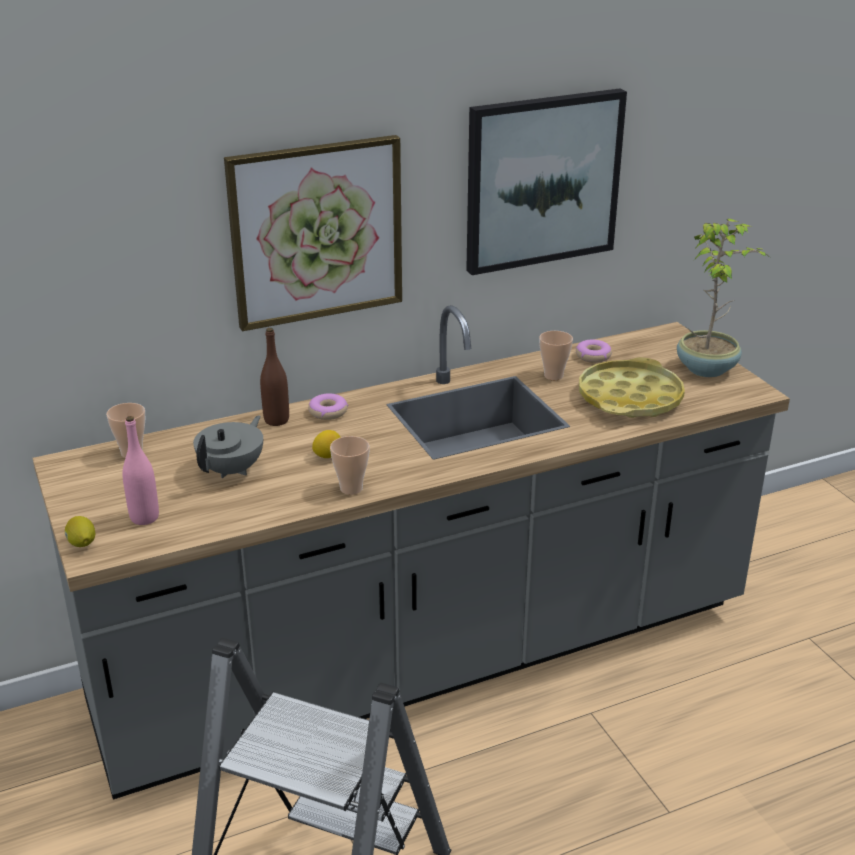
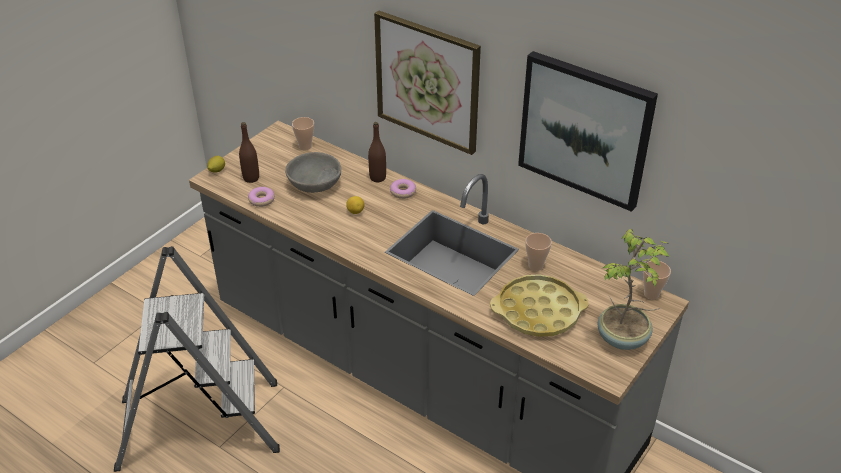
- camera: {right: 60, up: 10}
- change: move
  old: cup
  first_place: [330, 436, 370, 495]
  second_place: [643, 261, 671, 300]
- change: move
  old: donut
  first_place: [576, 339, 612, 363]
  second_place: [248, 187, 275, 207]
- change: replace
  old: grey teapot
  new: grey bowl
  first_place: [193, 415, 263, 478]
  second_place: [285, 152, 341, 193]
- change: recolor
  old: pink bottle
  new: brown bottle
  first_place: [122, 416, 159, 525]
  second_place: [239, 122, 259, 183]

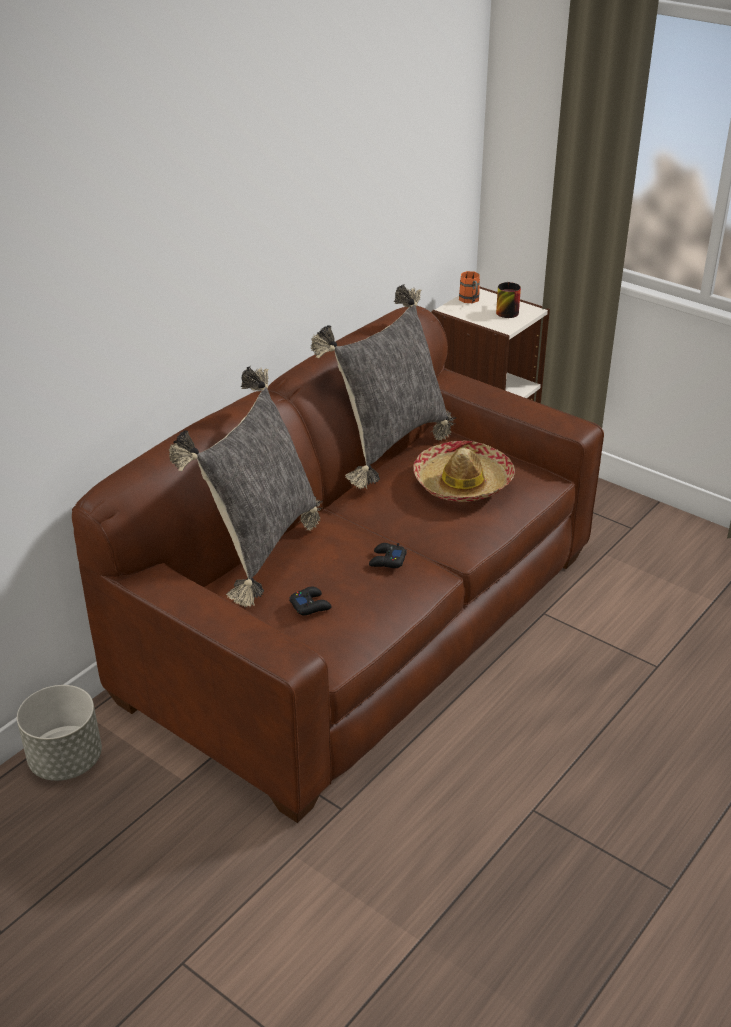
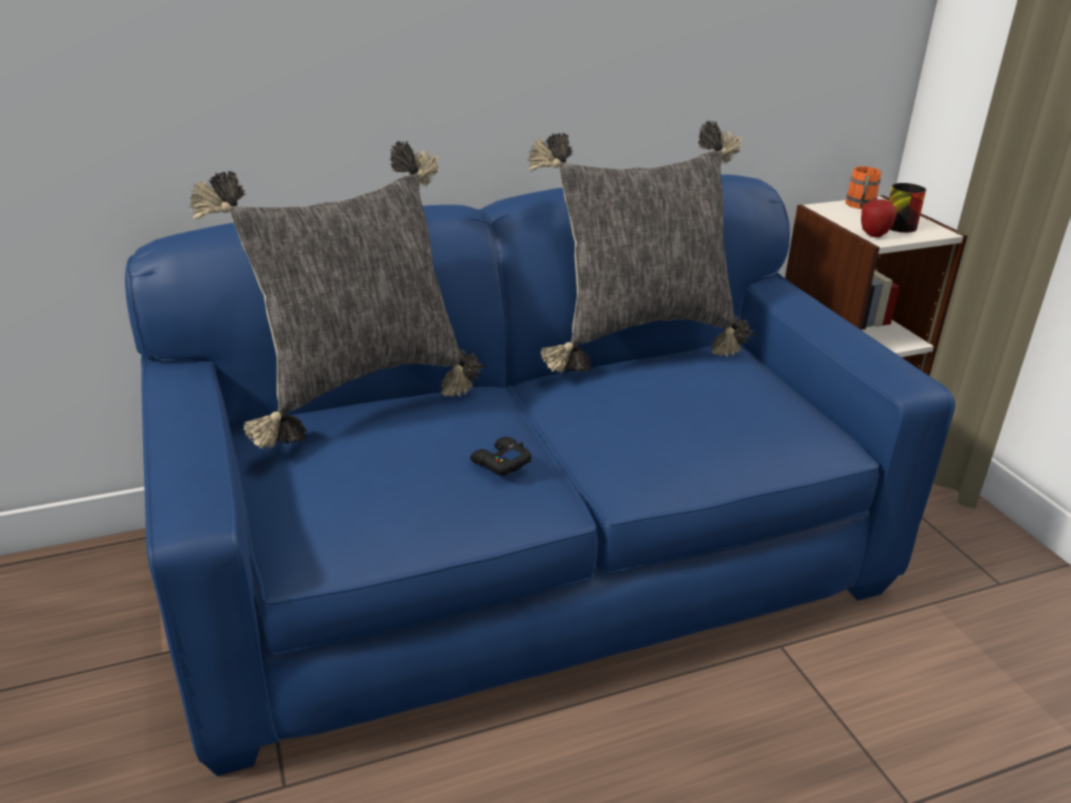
- camera: {right: 30, up: -5}
- change: delete
  old: grey planter
  first_place: [17, 685, 102, 781]
- change: delete
  old: black game controller
  first_place: [289, 587, 332, 616]
- change: delete
  old: hat
  first_place: [413, 440, 515, 502]
- change: insert
  new: apple
  second_place: [861, 199, 896, 237]
- change: recolor
  old: brown sofa
  new: blue sofa
  first_place: [72, 306, 604, 823]
  second_place: [125, 174, 955, 776]

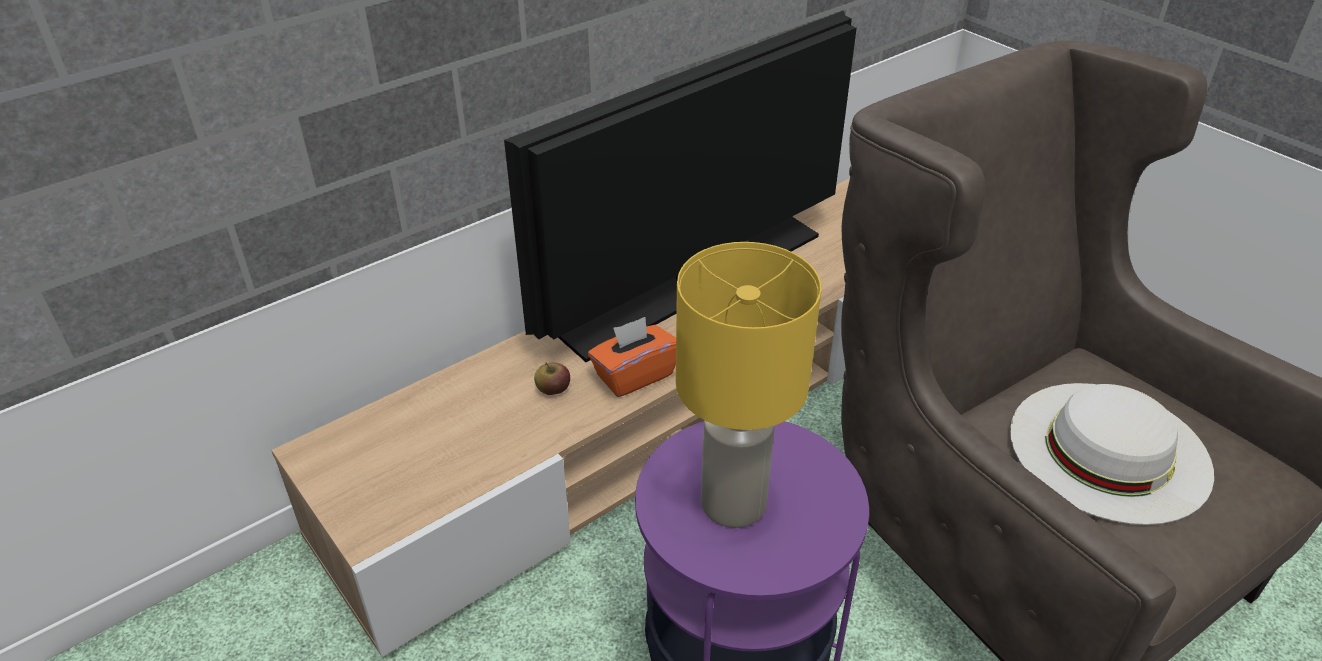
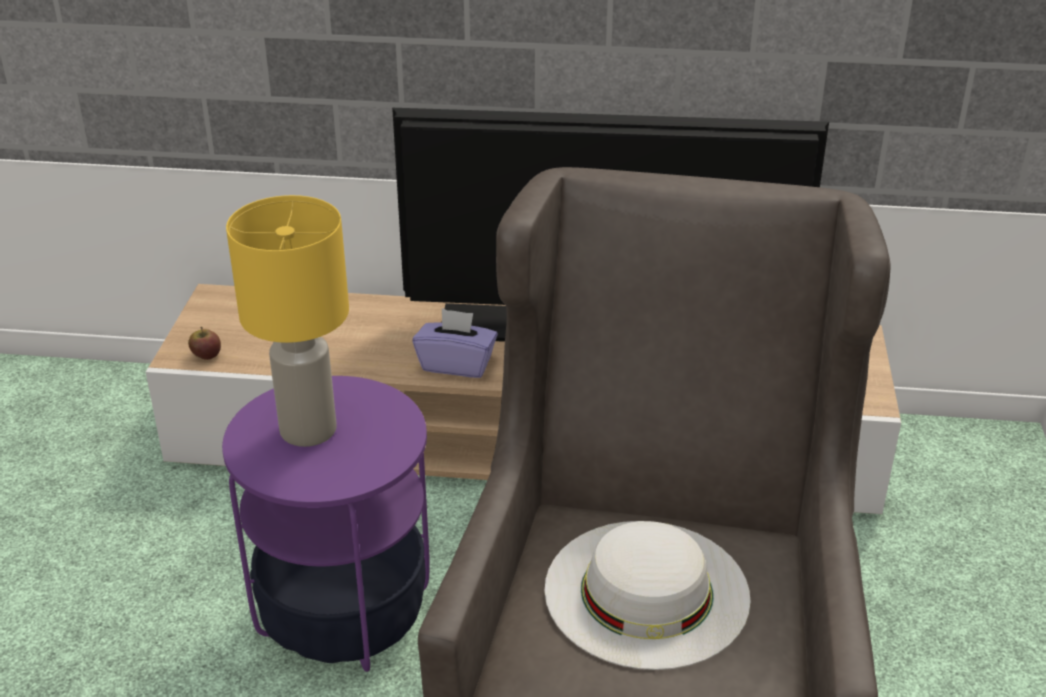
- camera: {right: 45, up: -5}
- change: move
  old: apple
  first_place: [534, 362, 570, 395]
  second_place: [188, 327, 221, 360]
- change: recolor
  old: orange tissue box
  new: purple tissue box
  first_place: [588, 317, 676, 397]
  second_place: [412, 308, 498, 378]

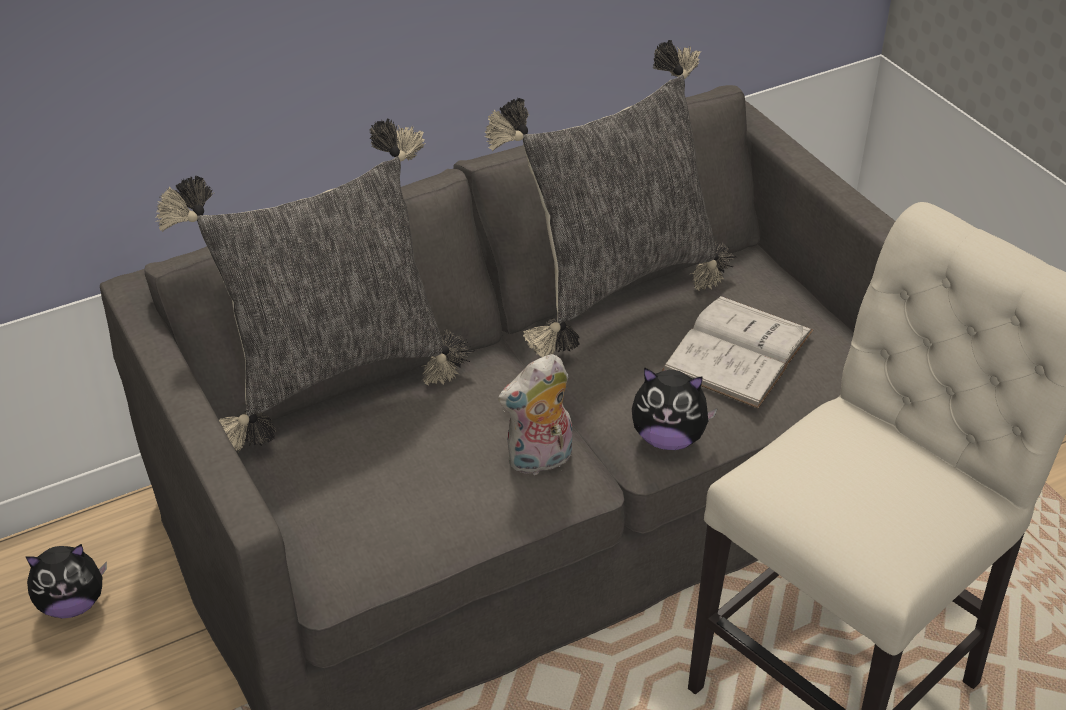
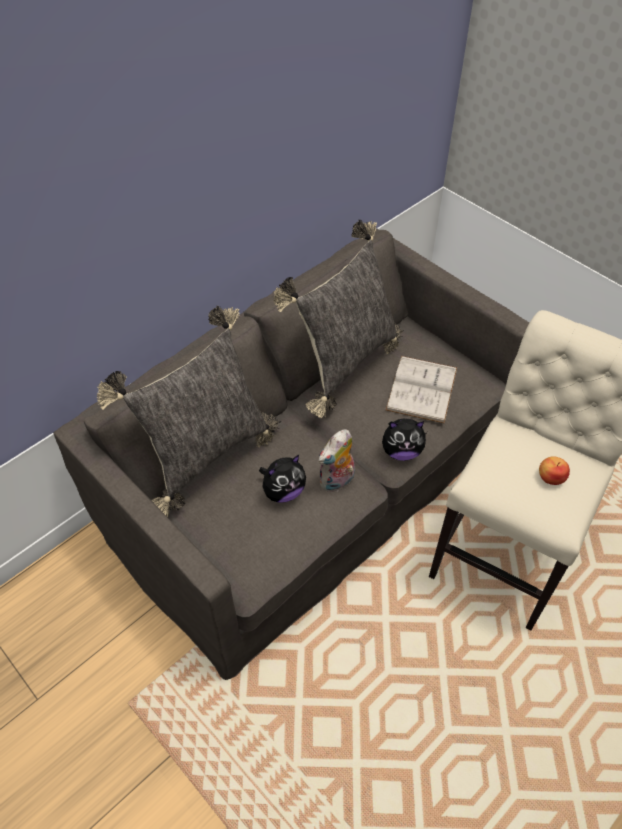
- camera: {right: -15, up: 10}
- change: insert
  new: apple
  second_place: [539, 456, 570, 485]
- change: move
  old: plush toy
  first_place: [25, 544, 107, 618]
  second_place: [259, 455, 306, 503]

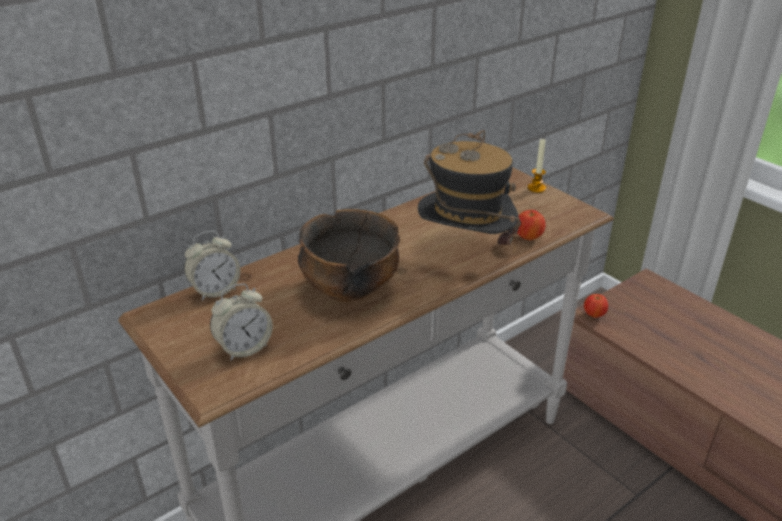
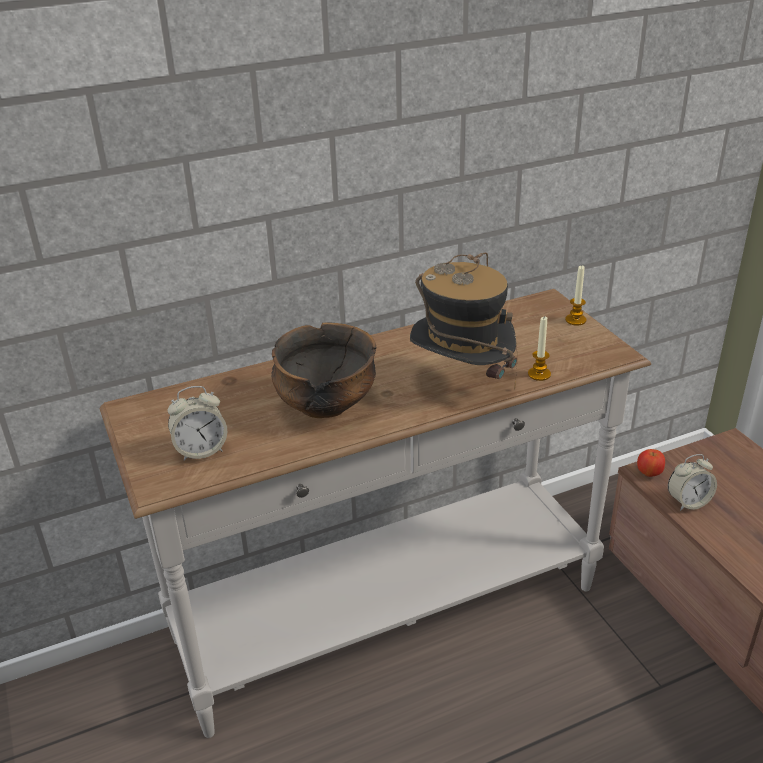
- camera: {right: 15, up: 0}
- change: move
  old: alarm clock
  first_place: [184, 231, 240, 301]
  second_place: [668, 454, 717, 511]
- change: replace
  old: apple
  new: candle
  first_place: [517, 210, 545, 240]
  second_place: [528, 317, 551, 381]

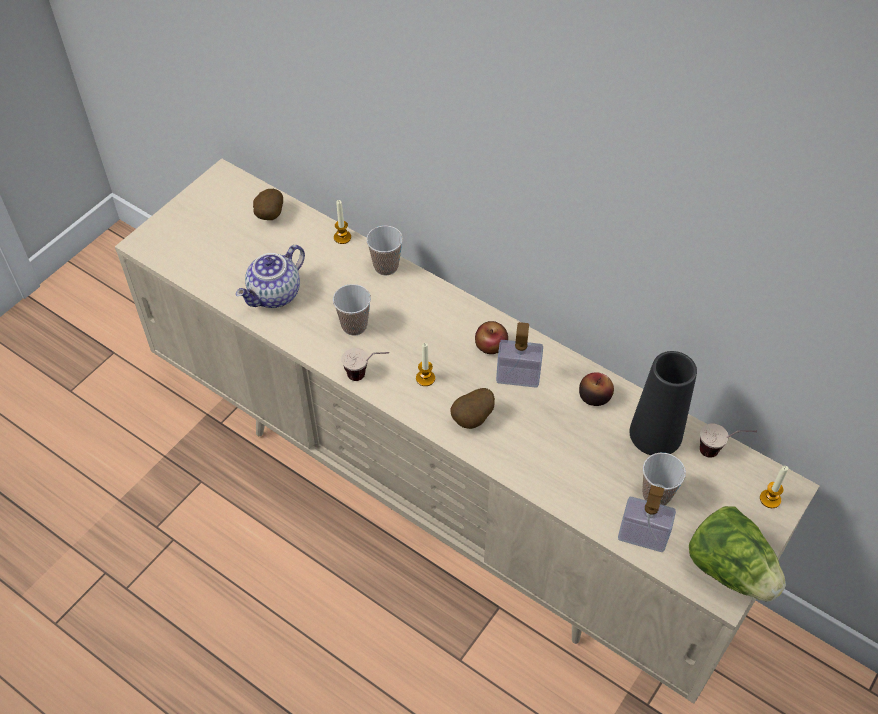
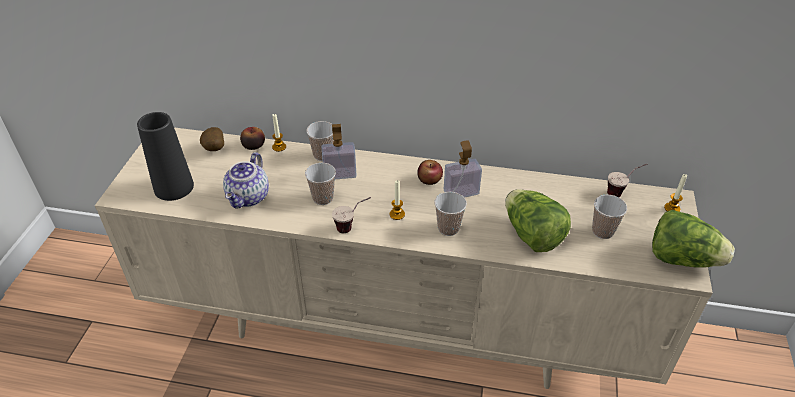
- camera: {right: -25, up: -10}
- change: insert
  new: lettuce
  second_place: [505, 189, 571, 252]
- change: move
  old: apple
  first_place: [579, 372, 614, 406]
  second_place: [240, 127, 265, 150]
- change: move
  old: soap dispenser
  first_place: [618, 485, 676, 552]
  second_place: [322, 124, 356, 179]
- change: move
  old: black vase
  first_place: [629, 351, 697, 455]
  second_place: [137, 112, 194, 201]
- change: replace
  old: potato
  new: cup
  first_place: [450, 388, 495, 429]
  second_place: [434, 192, 467, 236]

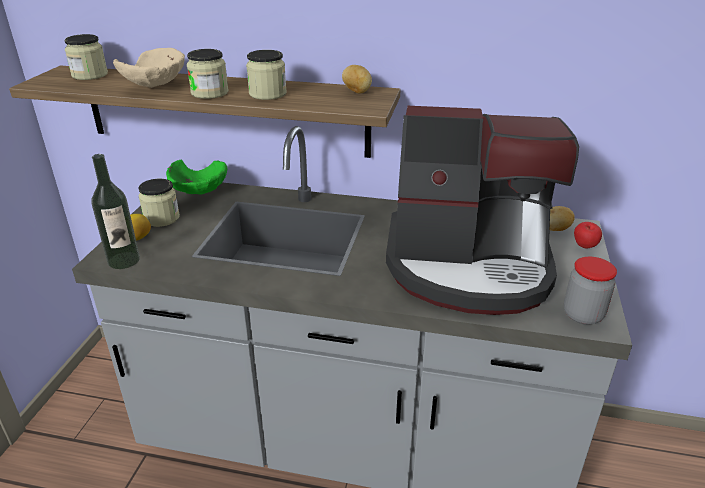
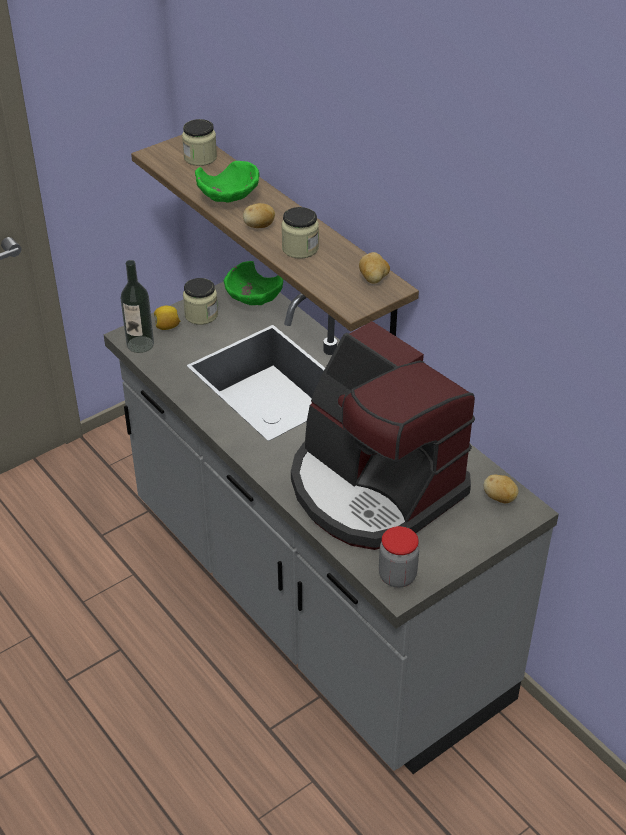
- camera: {right: 40, up: 10}
- change: delete
  old: apple
  first_place: [574, 222, 602, 249]
- change: replace
  old: jar
  new: potato
  first_place: [186, 49, 229, 99]
  second_place: [243, 203, 275, 228]
- change: recolor
  old: beige bowl
  new: green bowl
  first_place: [113, 48, 185, 88]
  second_place: [195, 161, 259, 203]

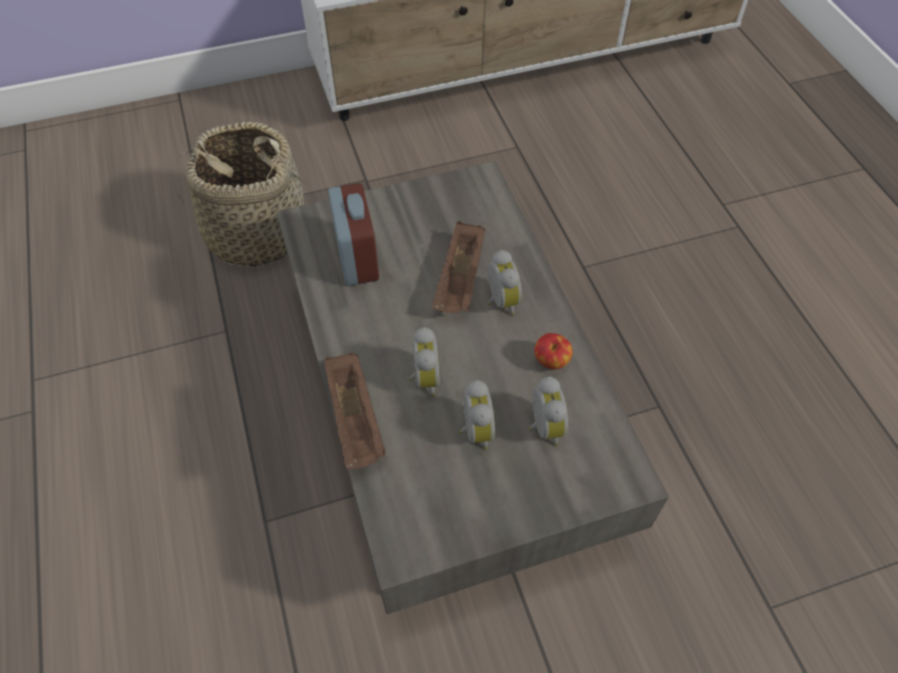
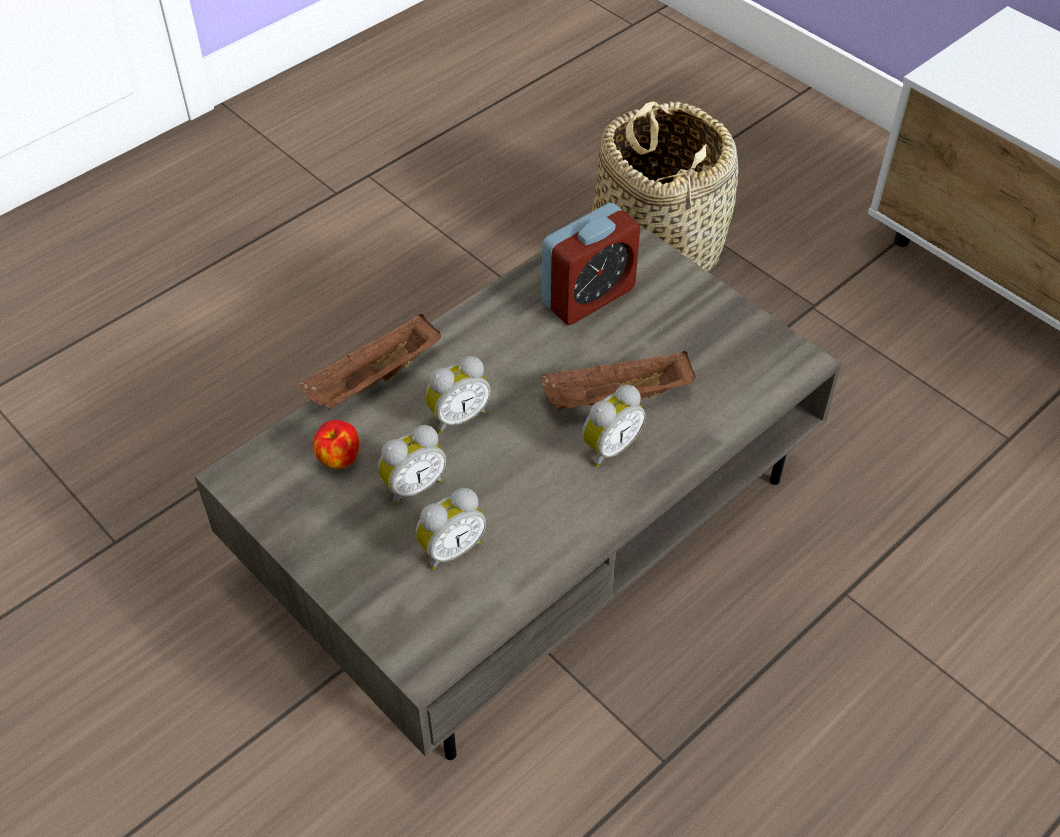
- camera: {right: 65, up: -5}
- change: move
  old: apple
  first_place: [534, 333, 573, 369]
  second_place: [313, 420, 359, 469]

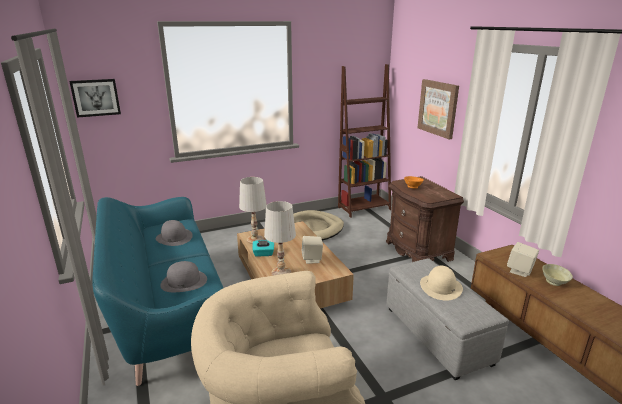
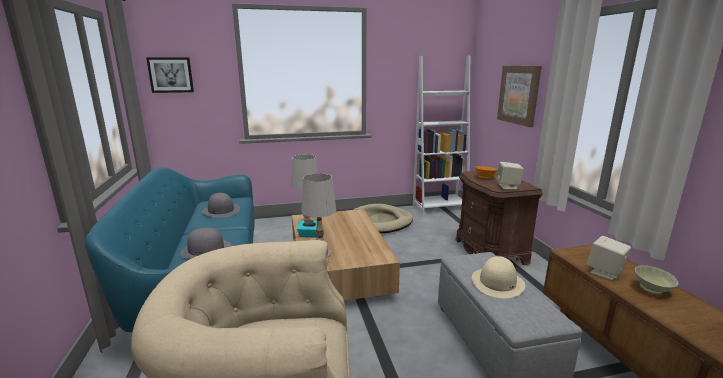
- camera: {right: 10, up: -5}
- change: move
  old: beige speaker
  first_place: [302, 236, 323, 264]
  second_place: [496, 162, 524, 189]
- change: recolor
  old: brown bookcase
  new: white bookcase
  first_place: [338, 64, 391, 218]
  second_place: [413, 56, 470, 215]

